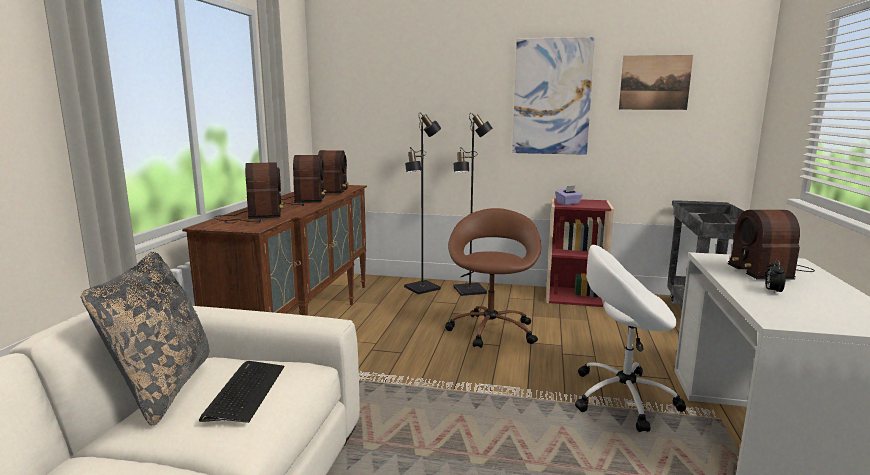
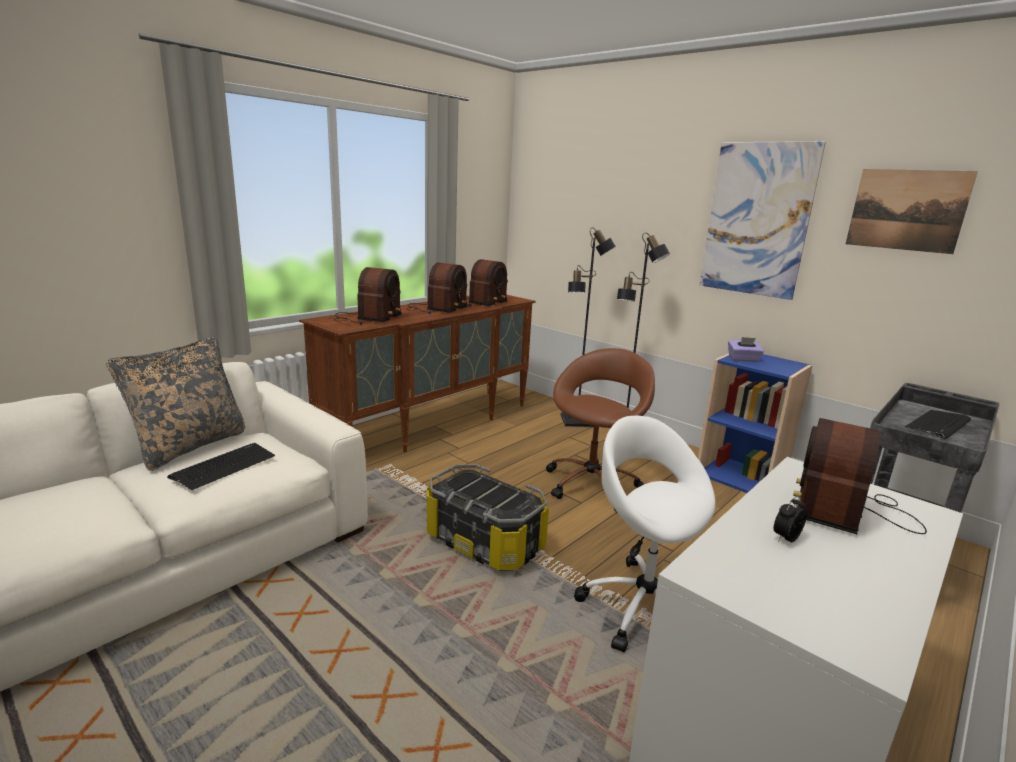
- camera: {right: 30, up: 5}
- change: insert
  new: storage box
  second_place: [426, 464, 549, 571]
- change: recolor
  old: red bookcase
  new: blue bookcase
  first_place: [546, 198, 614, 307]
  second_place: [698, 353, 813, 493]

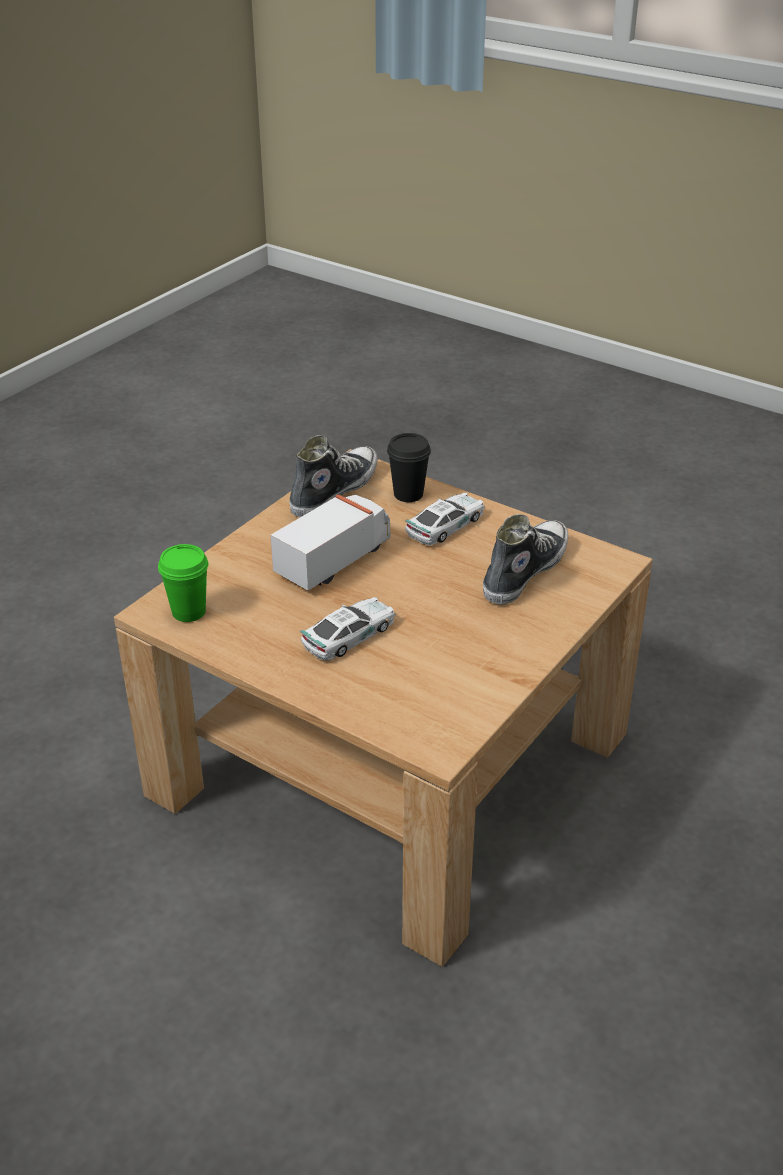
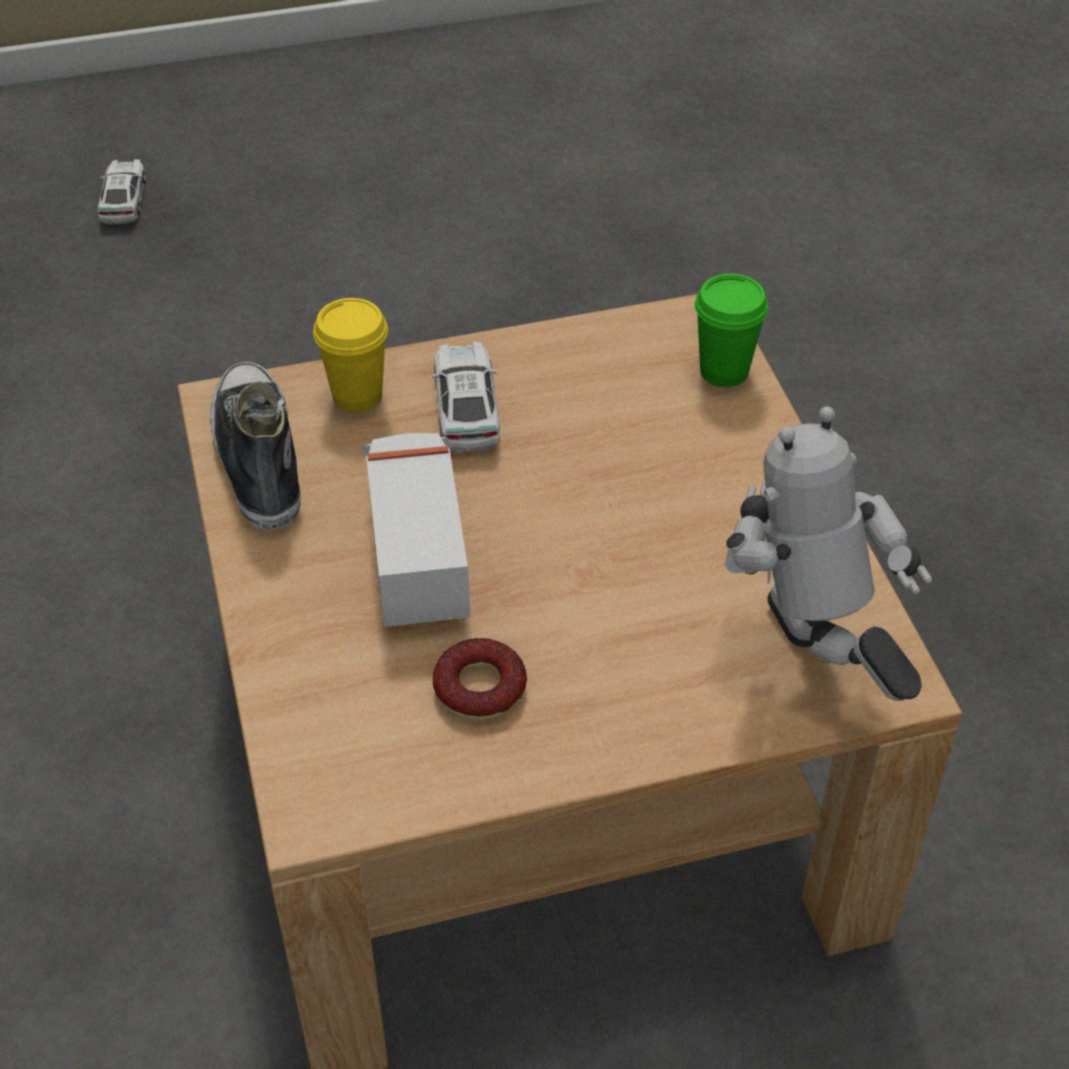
- camera: {right: -50, up: 10}
- change: delete
  old: shoe
  first_place: [483, 514, 568, 604]
- change: insert
  new: donut
  second_place: [433, 638, 527, 720]
- change: insert
  new: toy robot
  second_place: [725, 406, 932, 701]
- change: move
  old: green cup
  first_place: [158, 544, 209, 622]
  second_place: [695, 274, 768, 387]
- change: move
  old: toy car
  first_place: [299, 597, 396, 661]
  second_place: [98, 159, 146, 224]
- change: recolor
  old: black cup
  new: yellow cup
  first_place: [387, 433, 431, 502]
  second_place: [313, 298, 388, 413]

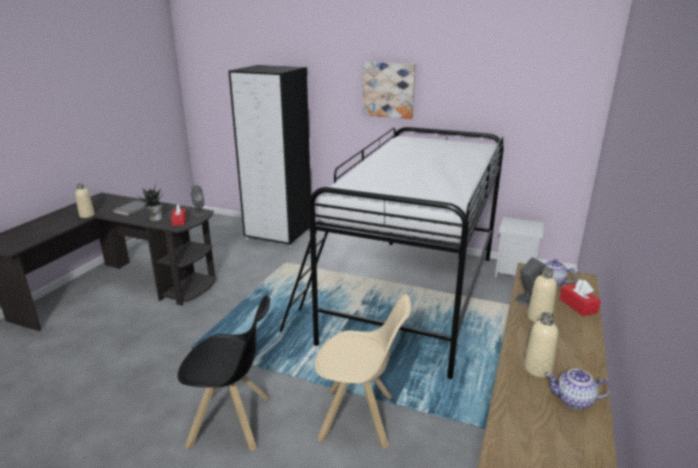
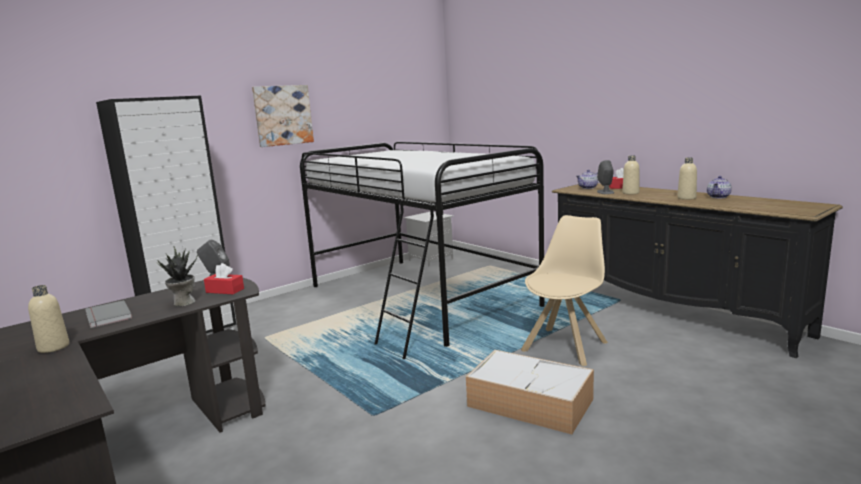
- camera: {right: -60, up: -10}
- change: replace
  old: black chair
  new: storage box
  first_place: [178, 295, 270, 452]
  second_place: [466, 350, 594, 434]

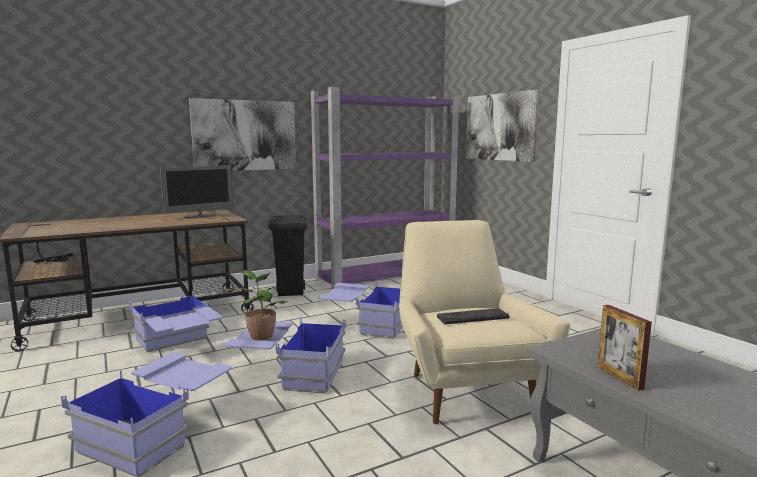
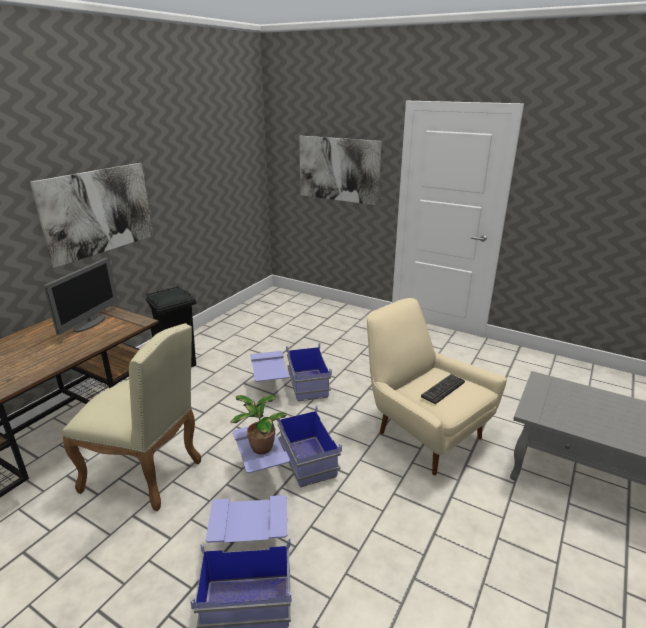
- camera: {right: -30, up: 15}
- change: delete
  old: purple bookcase
  first_place: [311, 86, 459, 289]
- change: delete
  old: picture frame
  first_place: [598, 305, 652, 390]
- change: replace
  old: blue storage box
  new: beige chair
  first_place: [129, 290, 223, 352]
  second_place: [62, 323, 201, 511]

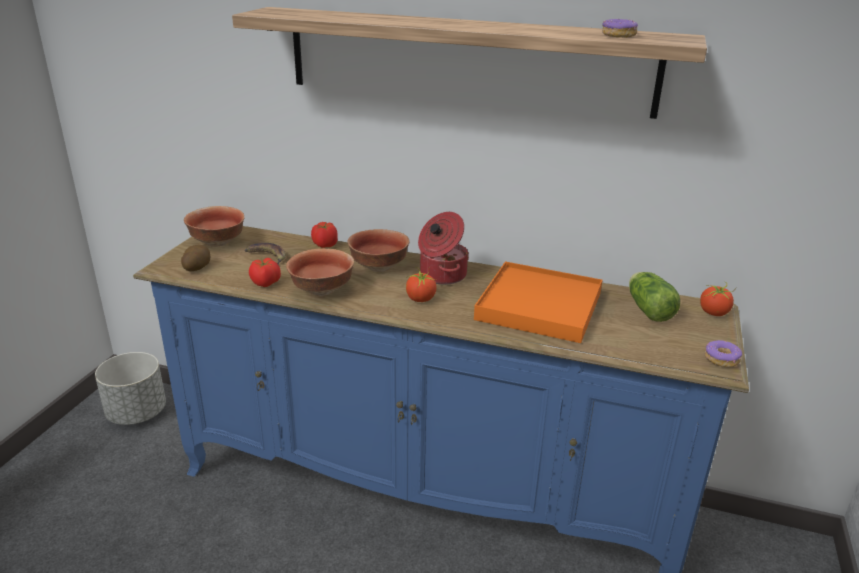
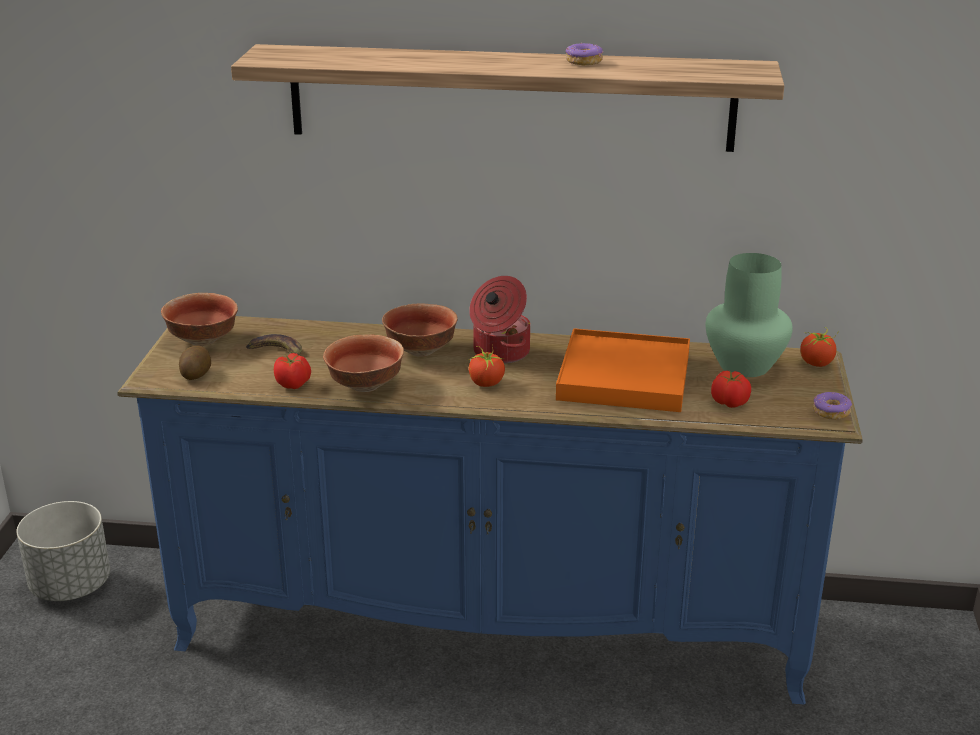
- camera: {right: -10, up: 0}
- change: move
  old: tomato
  first_place: [311, 222, 338, 248]
  second_place: [711, 371, 751, 408]
- change: move
  old: donut
  first_place: [602, 18, 638, 37]
  second_place: [566, 43, 603, 65]
- change: replace
  old: lettuce
  new: green vase
  first_place: [629, 272, 680, 322]
  second_place: [706, 253, 793, 377]

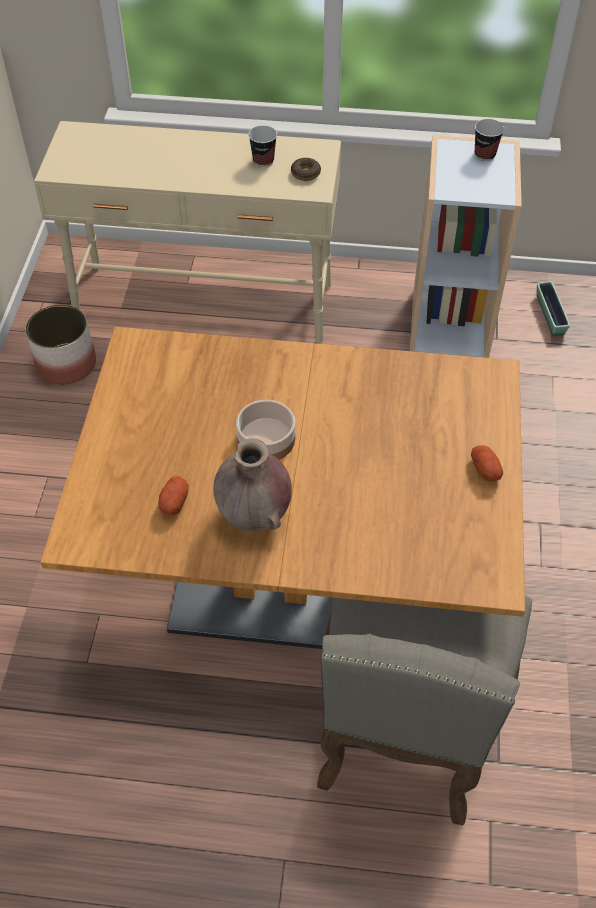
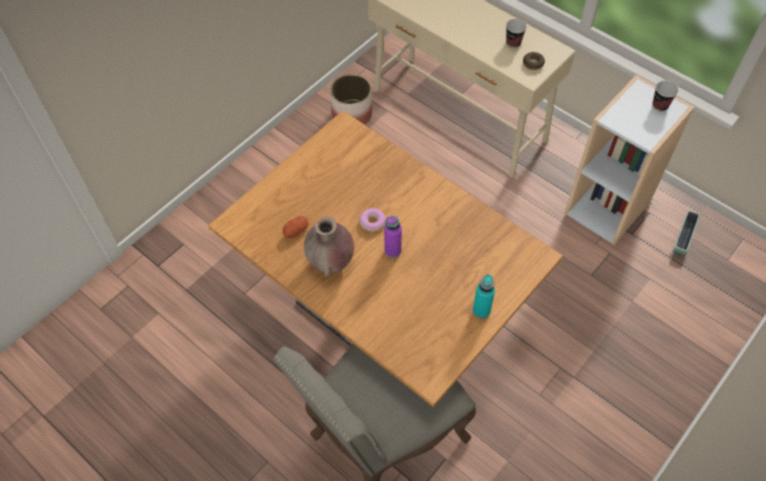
- camera: {right: 35, up: 5}
- change: insert
  new: purple bottle
  second_place: [384, 216, 402, 258]
- change: replace
  old: bowl
  new: donut
  first_place: [236, 400, 295, 460]
  second_place: [359, 208, 386, 232]
- change: replace
  old: potato
  new: turquoise bottle
  first_place: [471, 445, 503, 482]
  second_place: [473, 275, 495, 318]

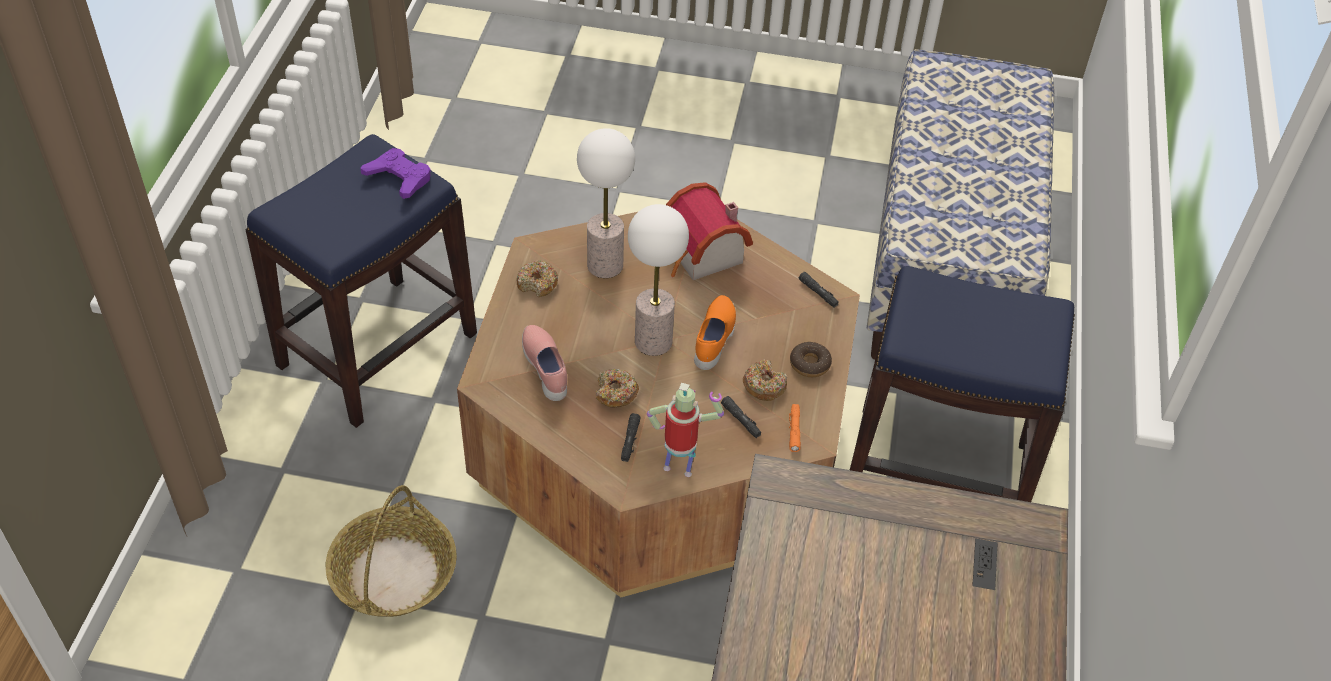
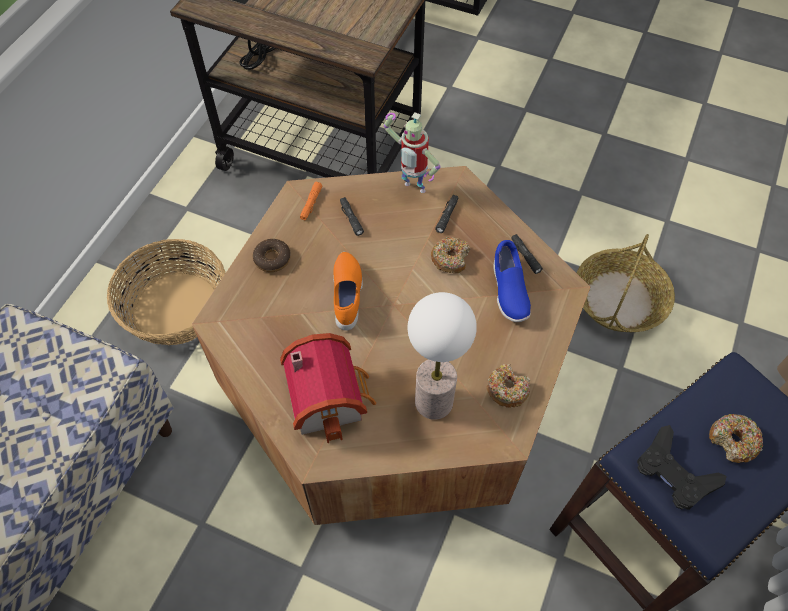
- camera: {right: -165, up: 10}
- change: delete
  old: table lamp
  first_place: [628, 204, 689, 356]
- change: move
  old: donut
  first_place: [743, 360, 787, 401]
  second_place: [709, 414, 763, 463]
- change: move
  old: black flashlight
  first_place: [799, 272, 838, 308]
  second_place: [511, 234, 543, 274]
- change: replace
  old: stool
  new: basket
  first_place: [850, 266, 1075, 502]
  second_place: [107, 239, 225, 345]
- change: recolor
  old: purple game controller
  new: black game controller
  first_place: [360, 148, 431, 199]
  second_place: [637, 425, 727, 510]
- change: recolor
  old: pink shoe
  new: blue shoe
  first_place: [522, 325, 567, 401]
  second_place: [493, 240, 531, 322]
- change: rotate
  old: orange shoe
  first_place: [694, 295, 736, 370]
  second_place: [333, 252, 363, 331]
  degrees: 150

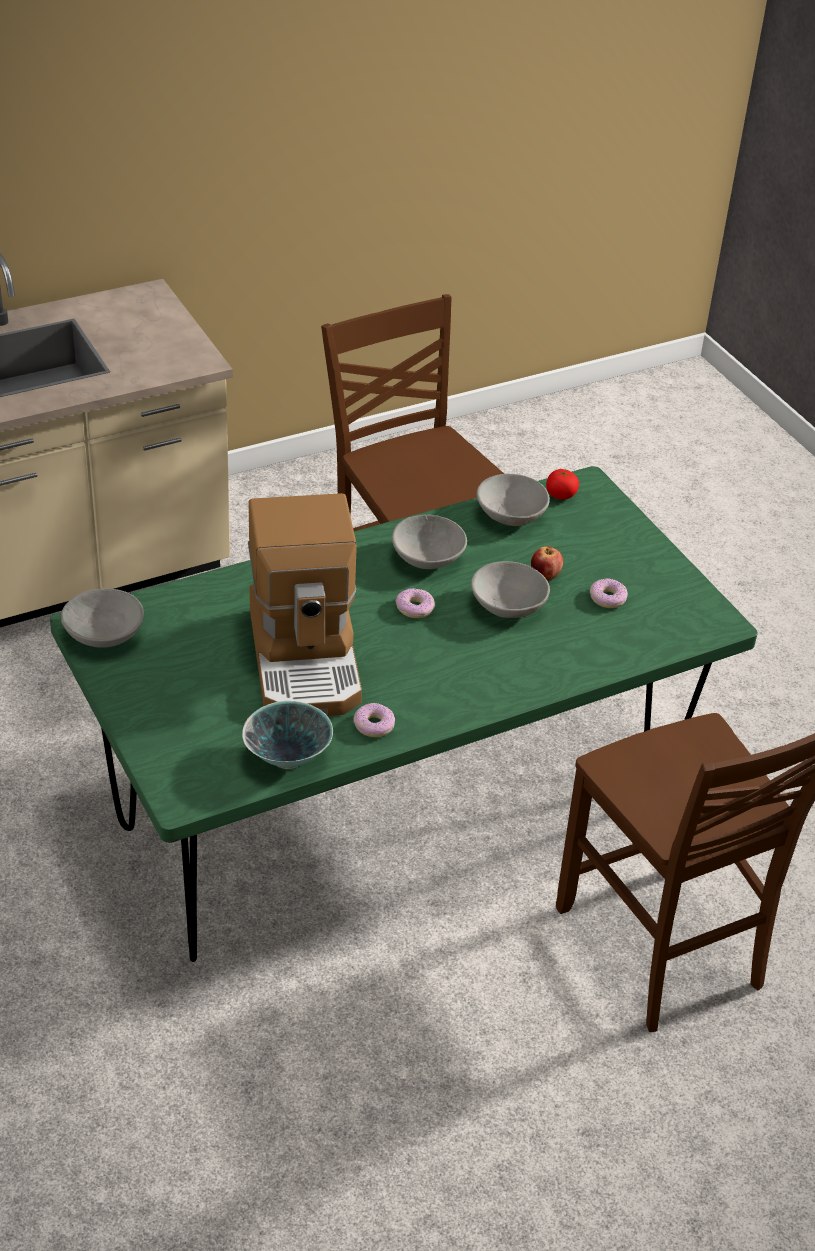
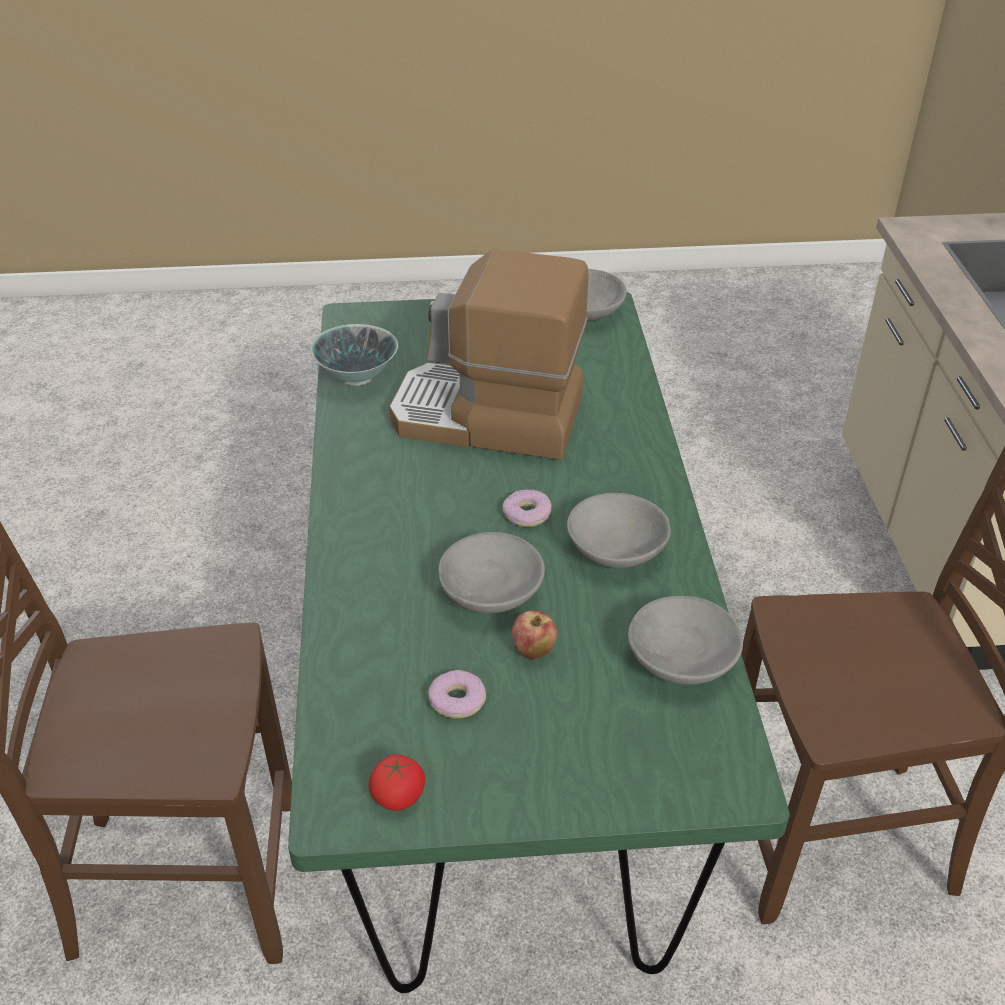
- camera: {right: 115, up: 0}
- change: delete
  old: donut
  first_place: [354, 703, 395, 737]
- change: move
  old: tomato
  first_place: [546, 469, 579, 500]
  second_place: [369, 754, 425, 811]

